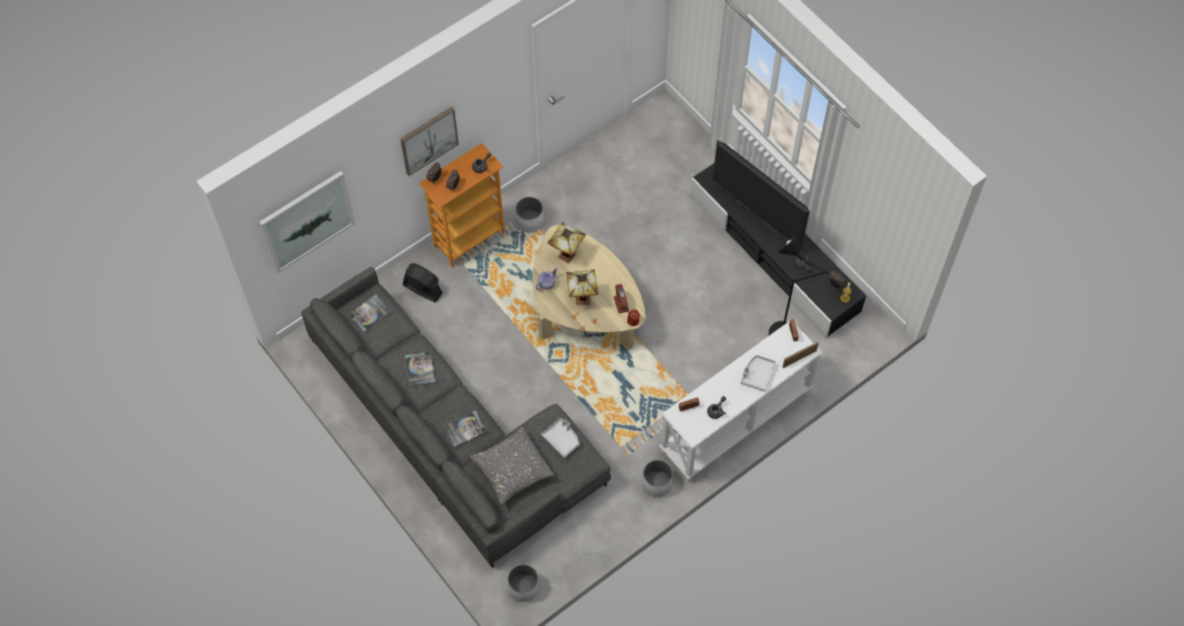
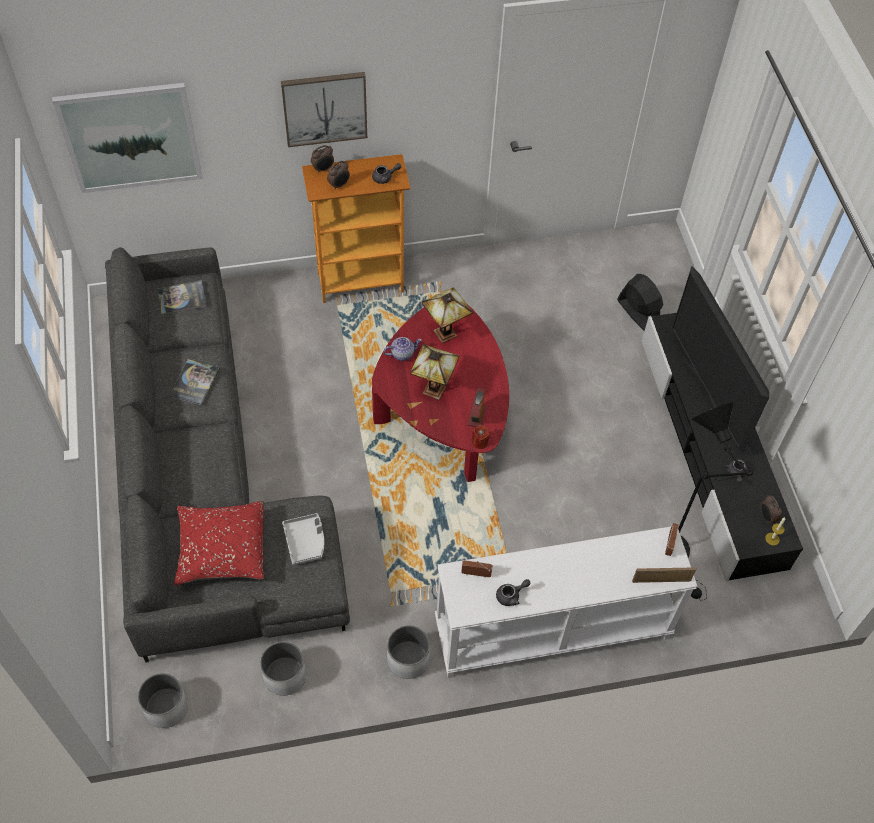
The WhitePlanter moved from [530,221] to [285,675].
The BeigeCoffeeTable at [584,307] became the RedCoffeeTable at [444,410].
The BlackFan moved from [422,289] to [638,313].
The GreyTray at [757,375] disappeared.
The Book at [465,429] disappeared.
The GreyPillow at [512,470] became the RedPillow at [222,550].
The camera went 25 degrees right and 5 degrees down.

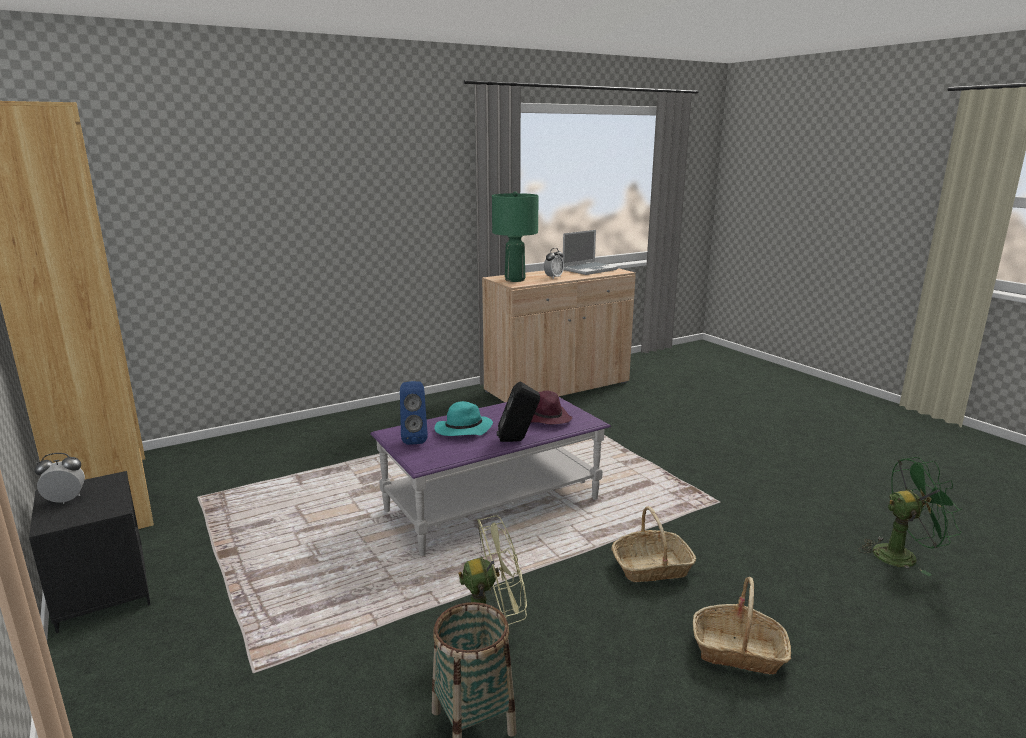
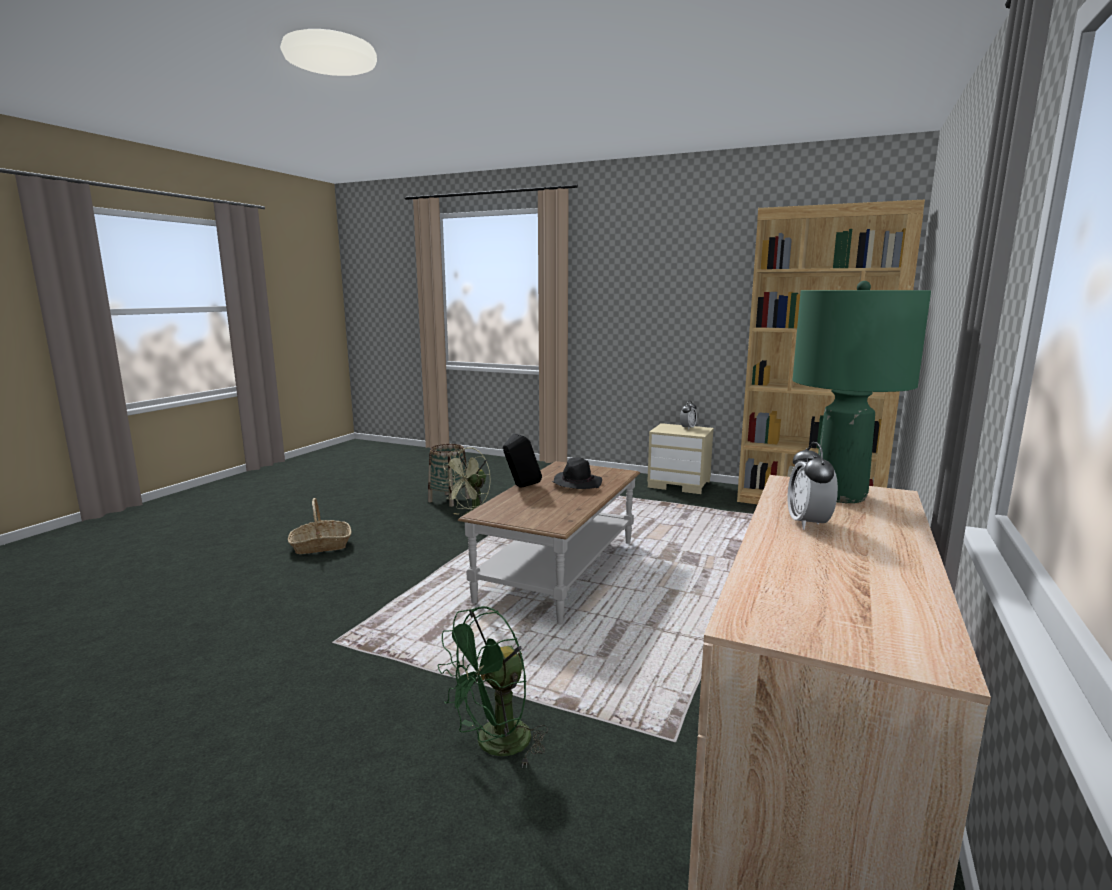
The Laptop at [589,269] disappeared.
The BlueSpeaker at [414,439] disappeared.
The PurpleHat at [545,418] disappeared.
The PurpleCoffeeTable at [493,505] became the BrownCoffeeTable at [559,570].
The TurquoiseHat at [463,430] became the BlackHat at [576,484].
The GreenFan moved from [902,555] to [494,745].
The BlackNightstand at [101,591] became the BeigeNightstand at [680,484].
The Basket at [652,567] disappeared.
The camera went 145 degrees right and 5 degrees down.

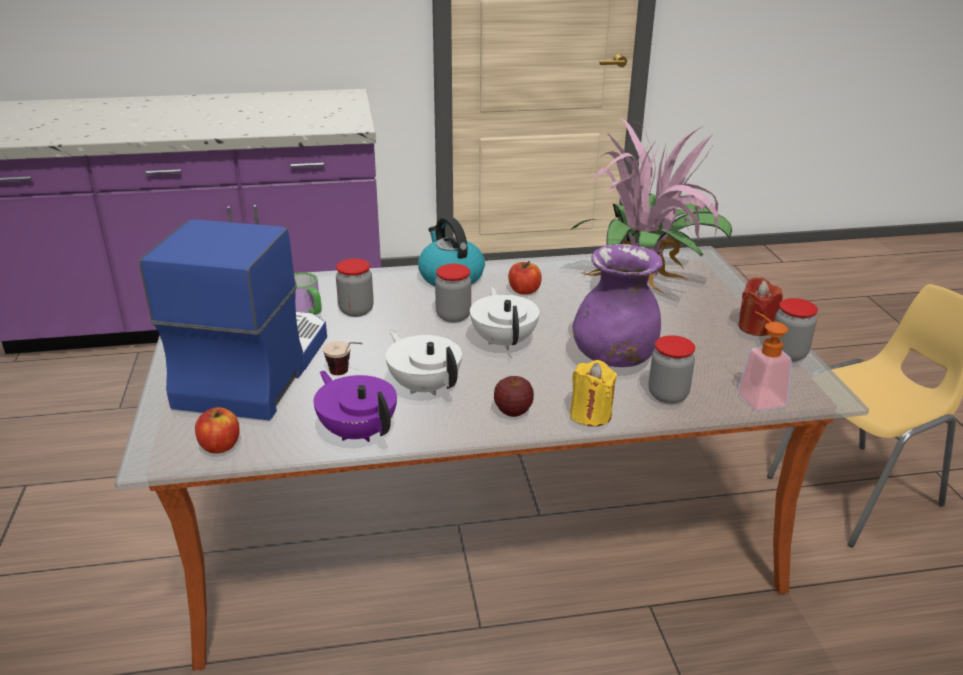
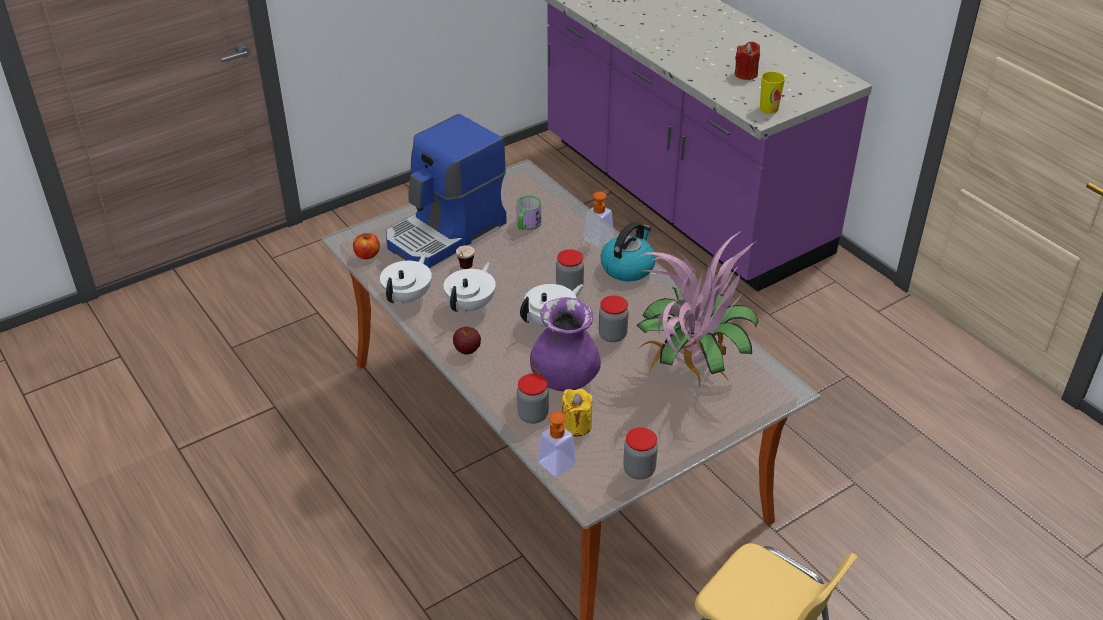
The CoffeeMachine at [253,368] turned 150 degrees clockwise.
The Jar moved from [356,310] to [612,335].
The Apple at [524,291] disappeared.
The RedCandle moved from [756,327] to [746,74].
The YellowCandle moved from [590,414] to [576,425].
The PurpleTeapot at [358,431] became the WhiteTeapot at [408,296].
The Cup at [768,109] appeared.
The SoapDispenser at [601,236] appeared.
The camera went 65 degrees right and 10 degrees up.

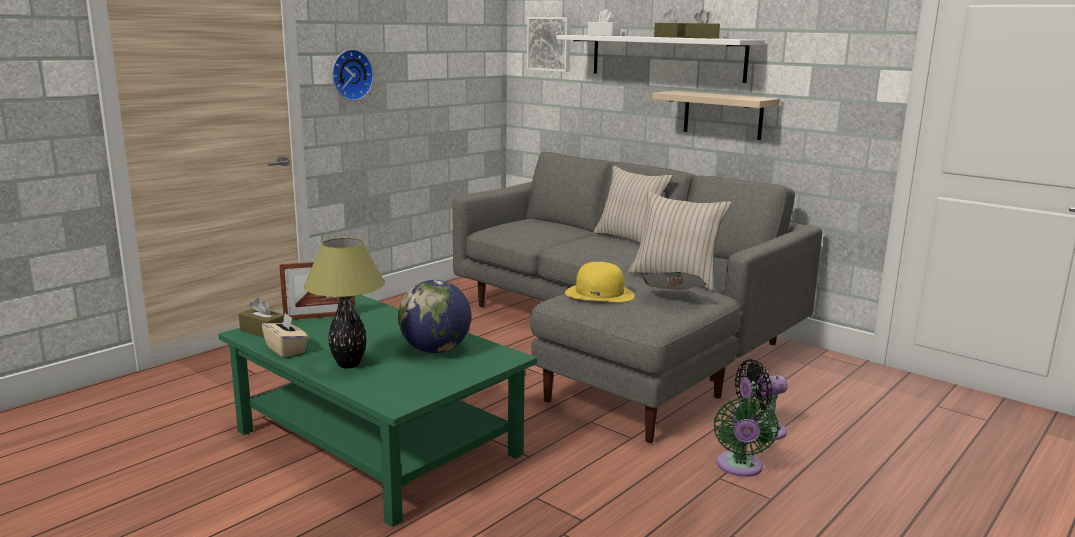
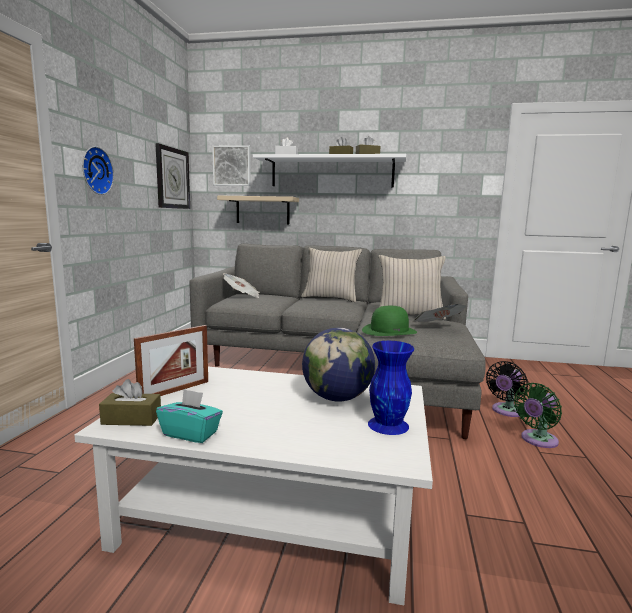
The BeigeShelf moved from [723,115] to [262,210].
The TableLamp at [348,364] disappeared.
The YellowHat at [600,294] became the GreenHat at [389,331].
The GreenCoffeeTable at [378,442] became the WhiteCoffeeTable at [273,508].
The BeigeTissueBox at [286,350] became the TurquoiseTissueBox at [191,433].
The GreenFan at [739,467] turned 75 degrees clockwise.
The WallClock at [172,178] appeared.
The Newspaper at [242,296] appeared.
The BlueVase at [388,424] appeared.
The camera went 30 degrees left and 5 degrees down.

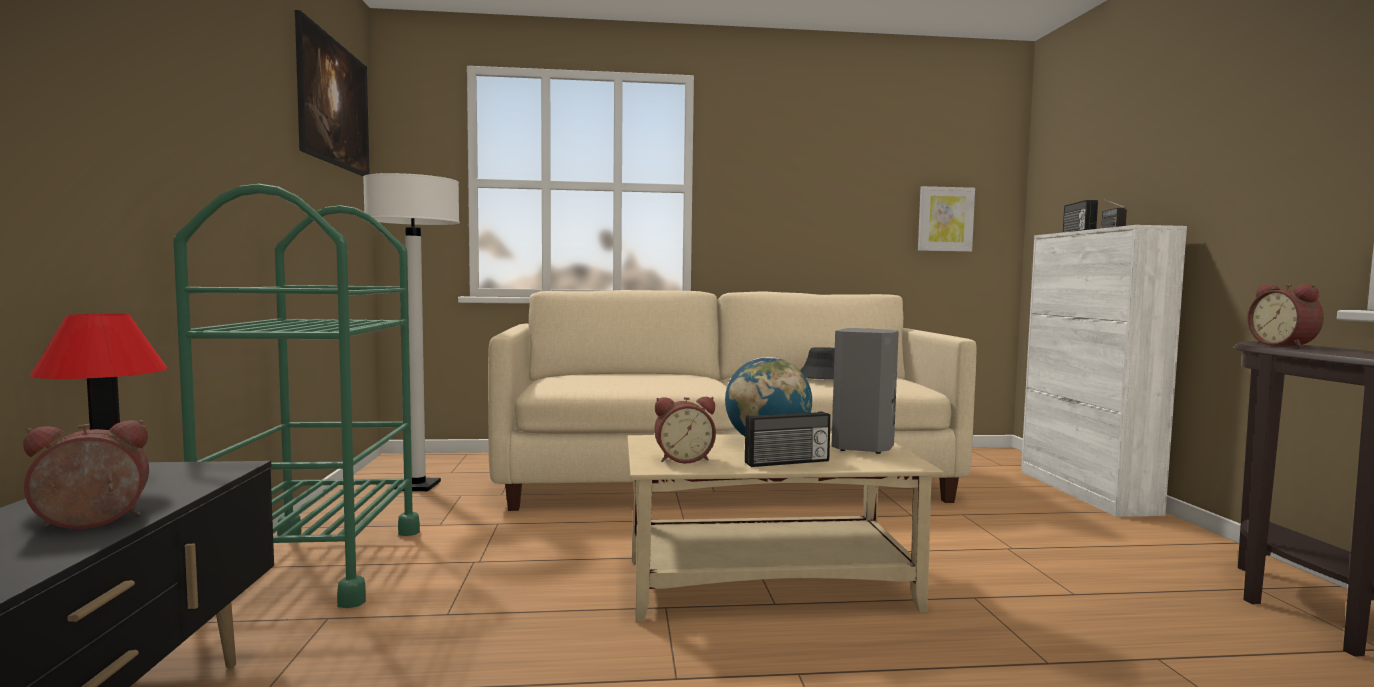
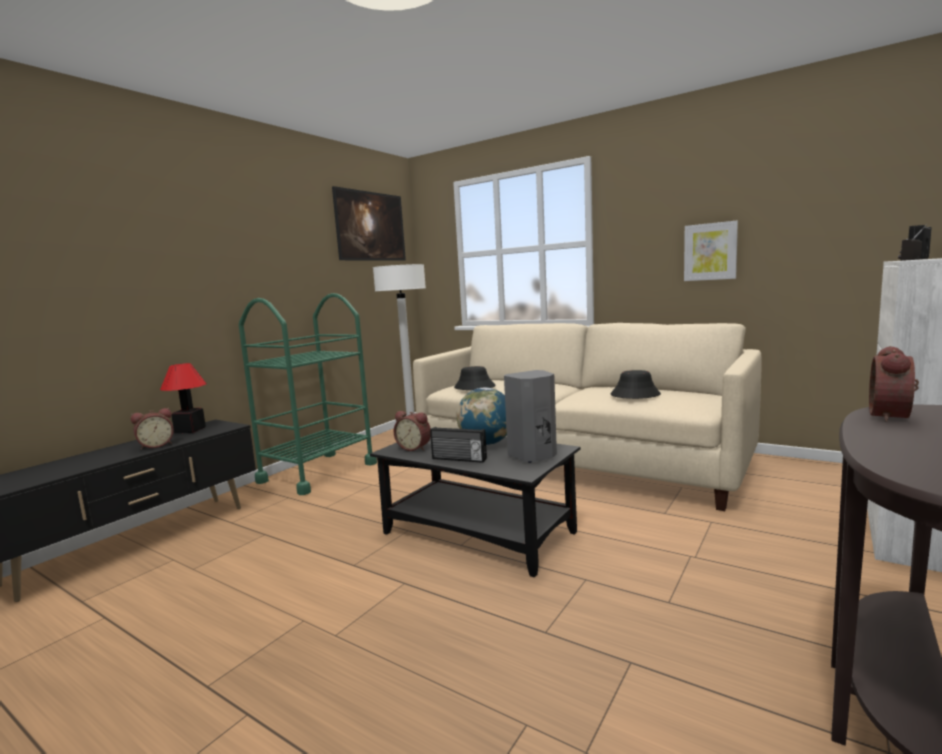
The Picture moved from [945,219] to [710,251].
The AlarmClock at [91,524] turned 135 degrees clockwise.
The BeigeCoffeeTable at [770,583] became the BlackCoffeeTable at [480,533].
The BlackHat at [474,387] appeared.
The camera went 40 degrees right and 5 degrees up.

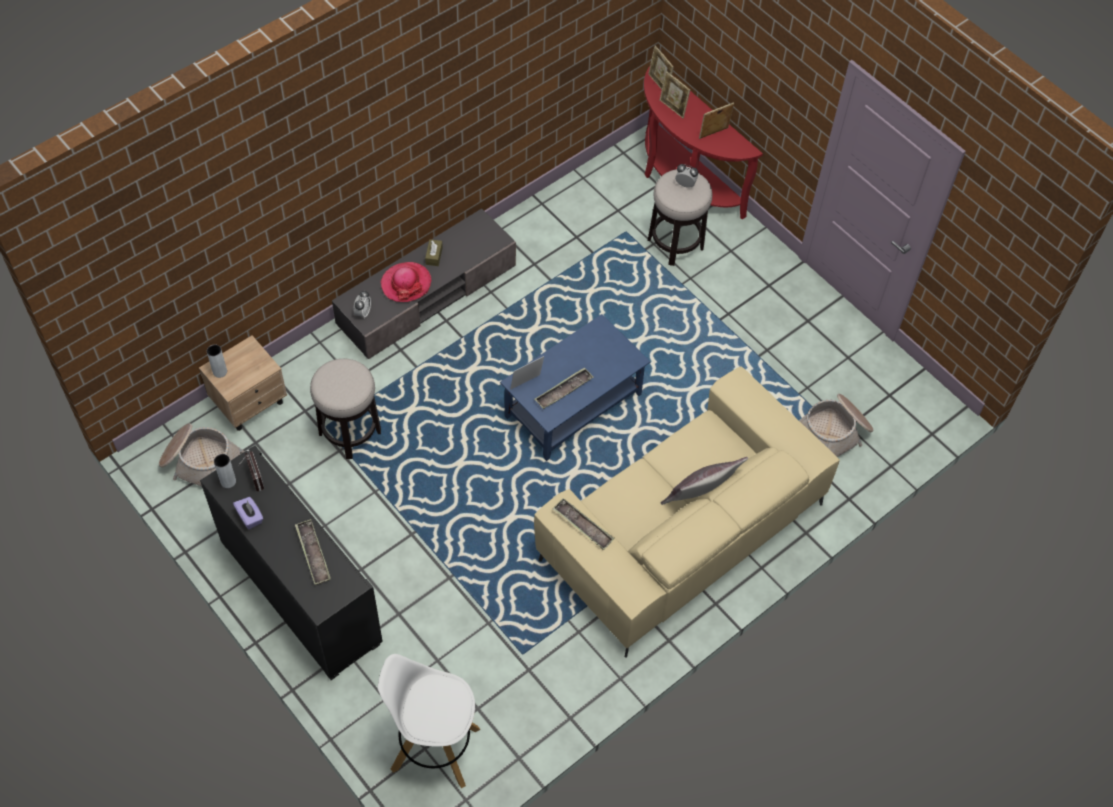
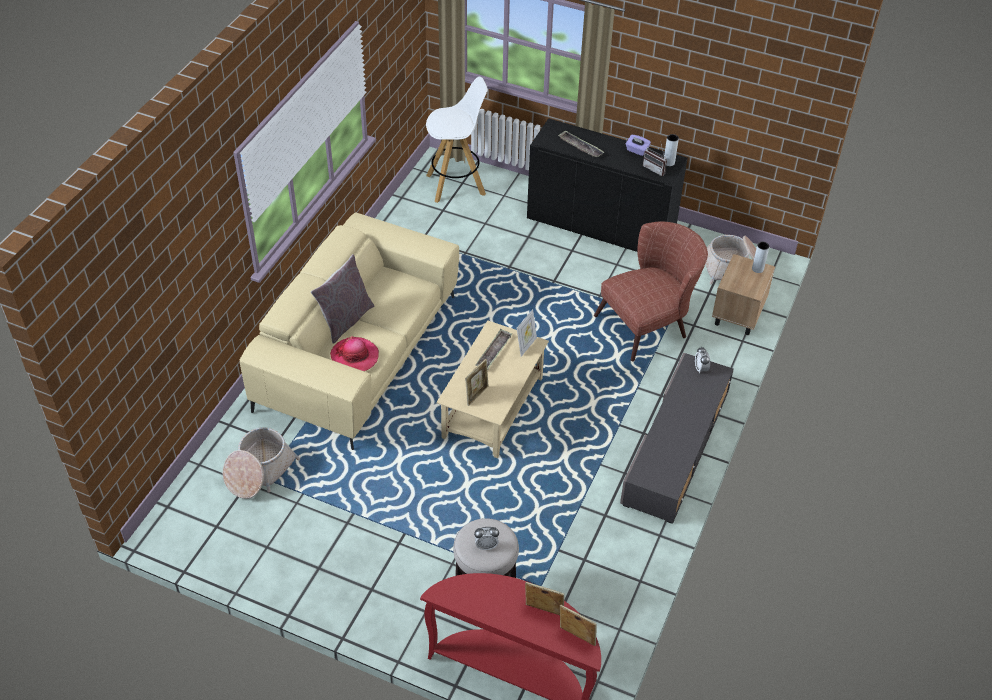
The PictureFrame moved from [713,134] to [477,395].
The BrownTissueBox at [434,256] disappeared.
The Hat moved from [406,283] to [355,356].
The BlueCoffeeTable at [572,406] became the BeigeCoffeeTable at [493,407].
The Stool at [350,432] was replaced by the BrownArmchair at [649,324].
The Tray at [583,526] disappeared.
The camera went 155 degrees right and 10 degrees down.

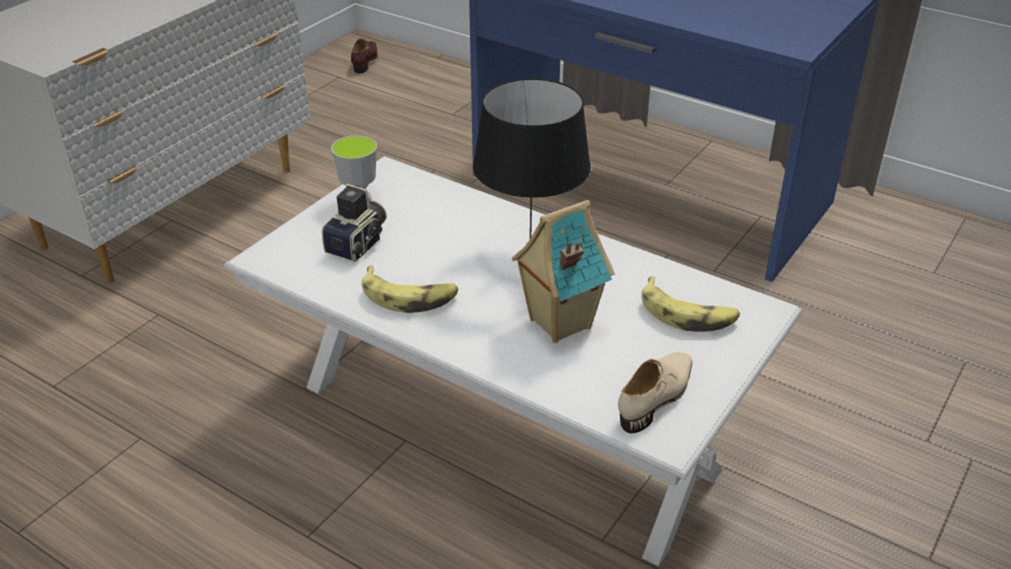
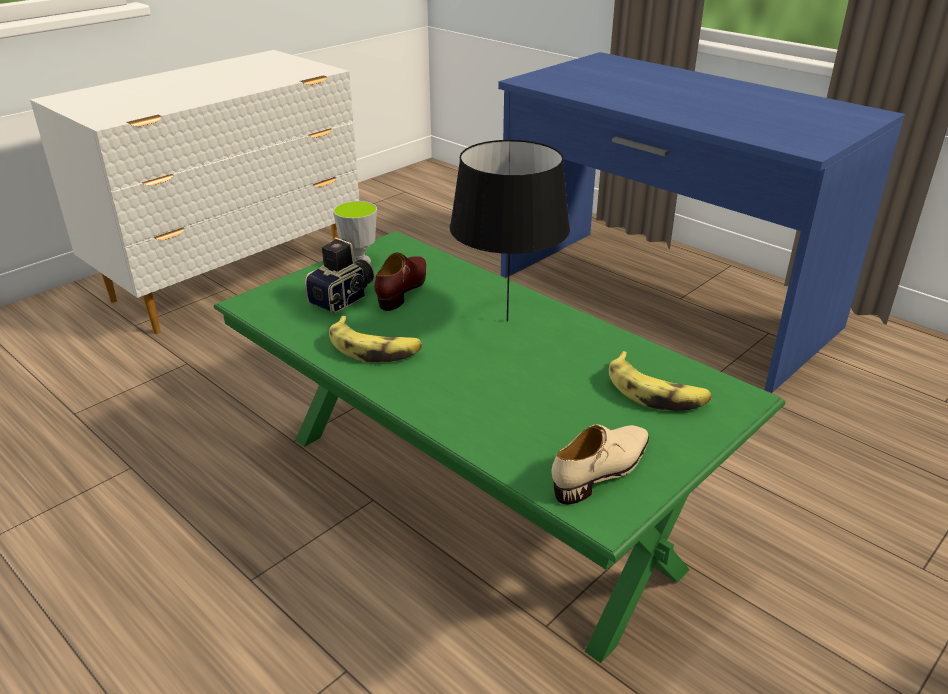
The BrownShoe moved from [365,60] to [404,288].
The WhiteCoffeeTable at [504,427] became the GreenCoffeeTable at [472,499].
The ToyHouse at [558,324] disappeared.
The camera went 10 degrees right and 5 degrees down.

